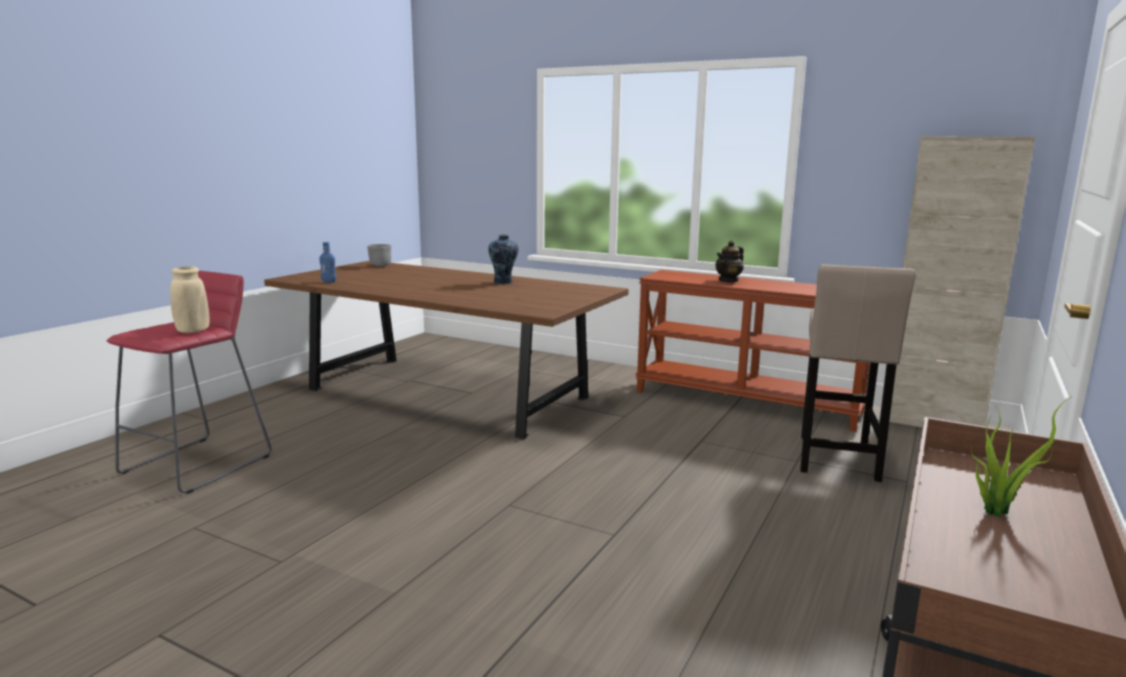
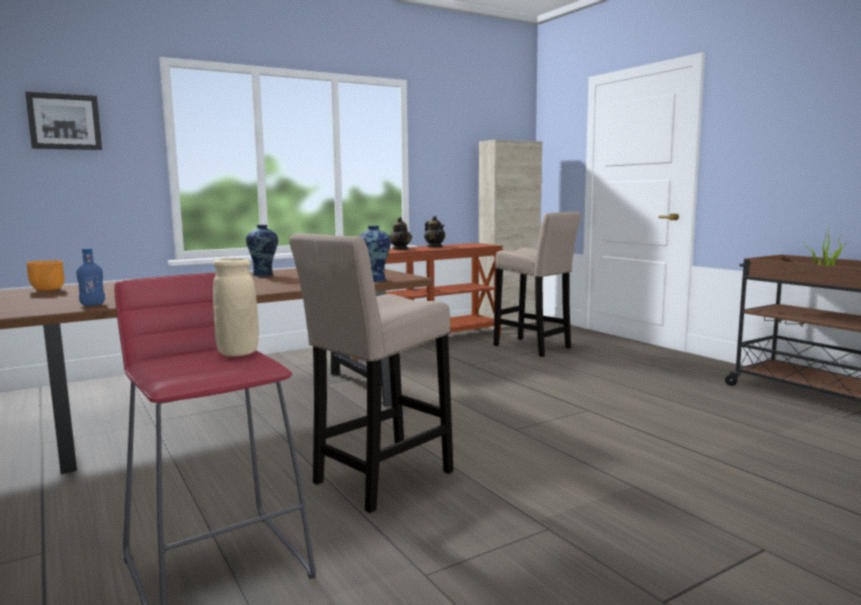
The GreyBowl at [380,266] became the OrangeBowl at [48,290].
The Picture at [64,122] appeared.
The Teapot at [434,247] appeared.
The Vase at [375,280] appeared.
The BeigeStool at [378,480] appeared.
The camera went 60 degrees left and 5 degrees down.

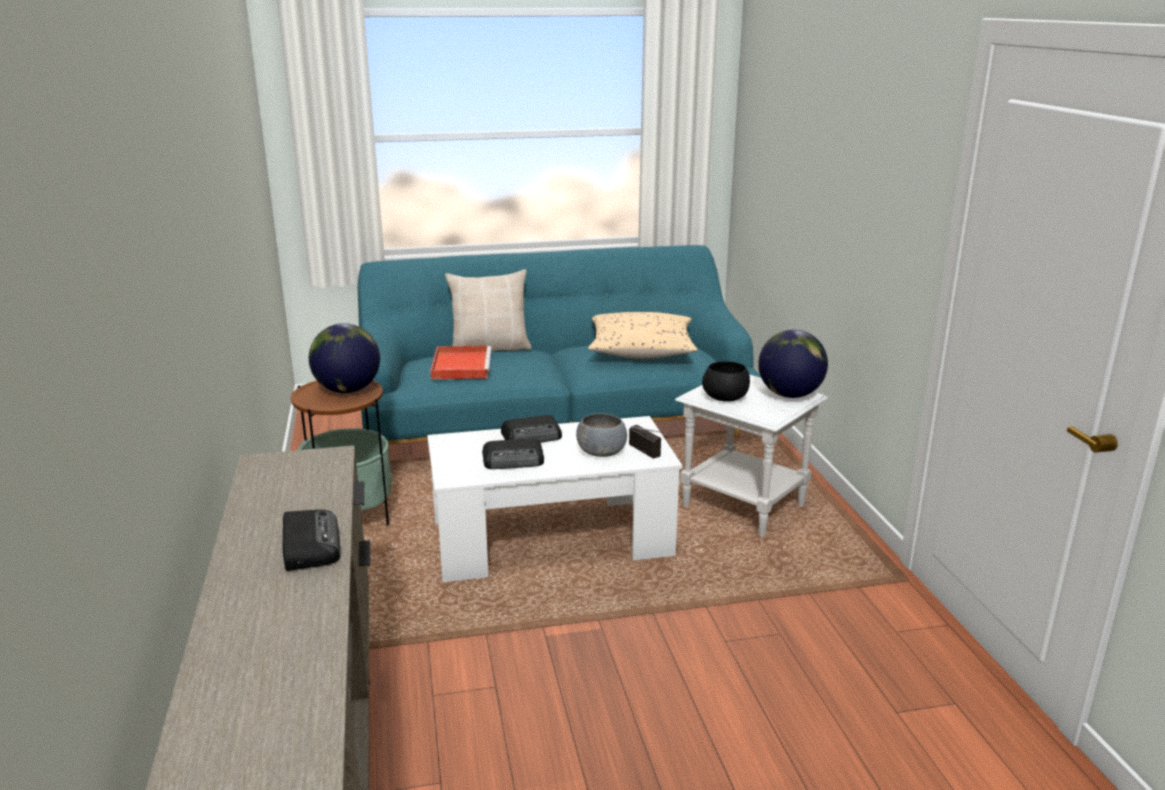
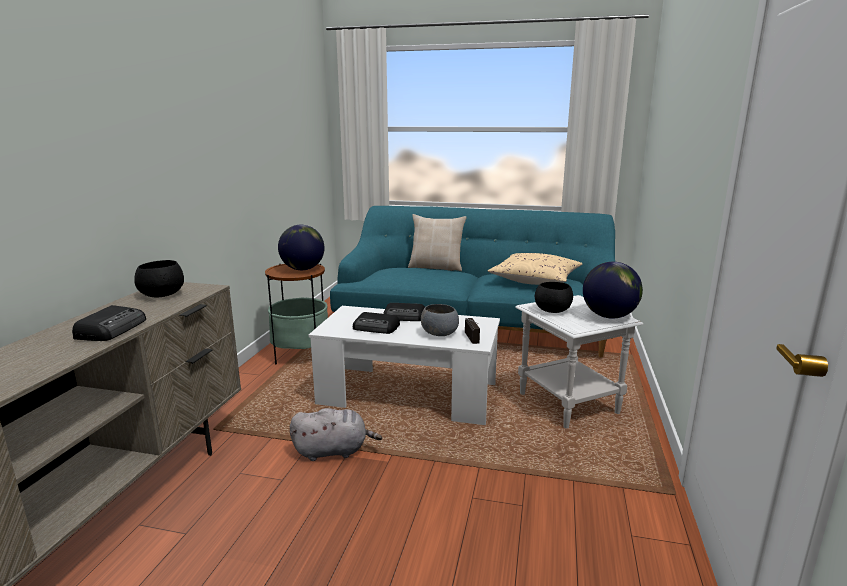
The RedTray at [461,365] disappeared.
The BlackBowl at [161,295] appeared.
The GreyPlushToy at [333,451] appeared.
The camera went 25 degrees right and 5 degrees down.

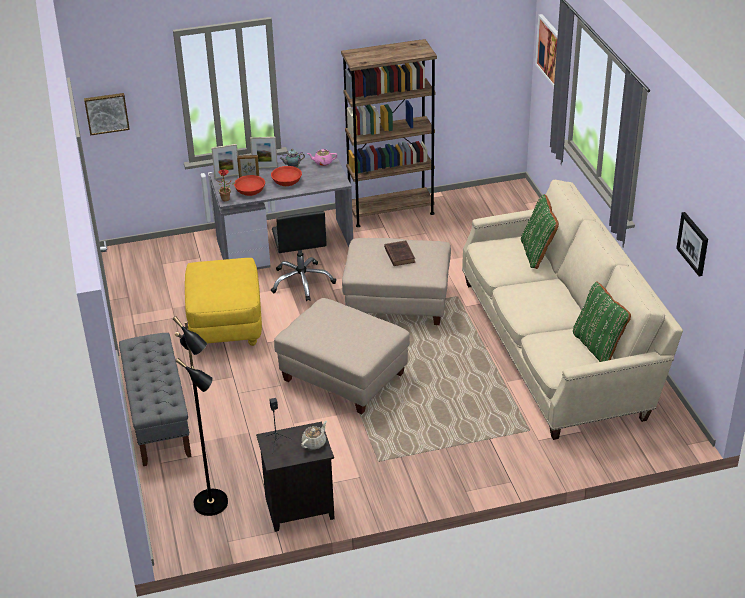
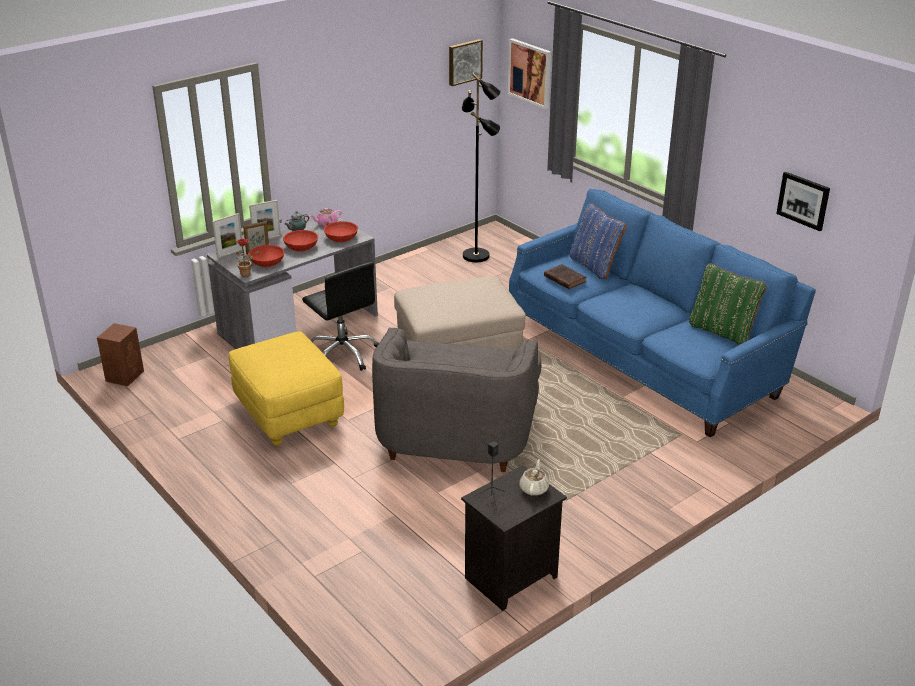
The BrownBookcase at [391,211] disappeared.
The Picture moved from [106,113] to [464,62].
The BeigeSofa at [557,347] became the BlueSofa at [644,354].
The GreenPillow at [537,253] became the BluePillow at [595,266].
The BrownBook moved from [399,255] to [564,279].
The BeigeOttoman at [343,378] was replaced by the GreyArmchair at [457,434].
The BlackFloorLamp moved from [212,503] to [476,256].
The GreyBench at [158,418] disappeared.
The RedBowl at [341,237] appeared.
The BrownSpeaker at [125,375] appeared.
The camera went 25 degrees left and 5 degrees down.

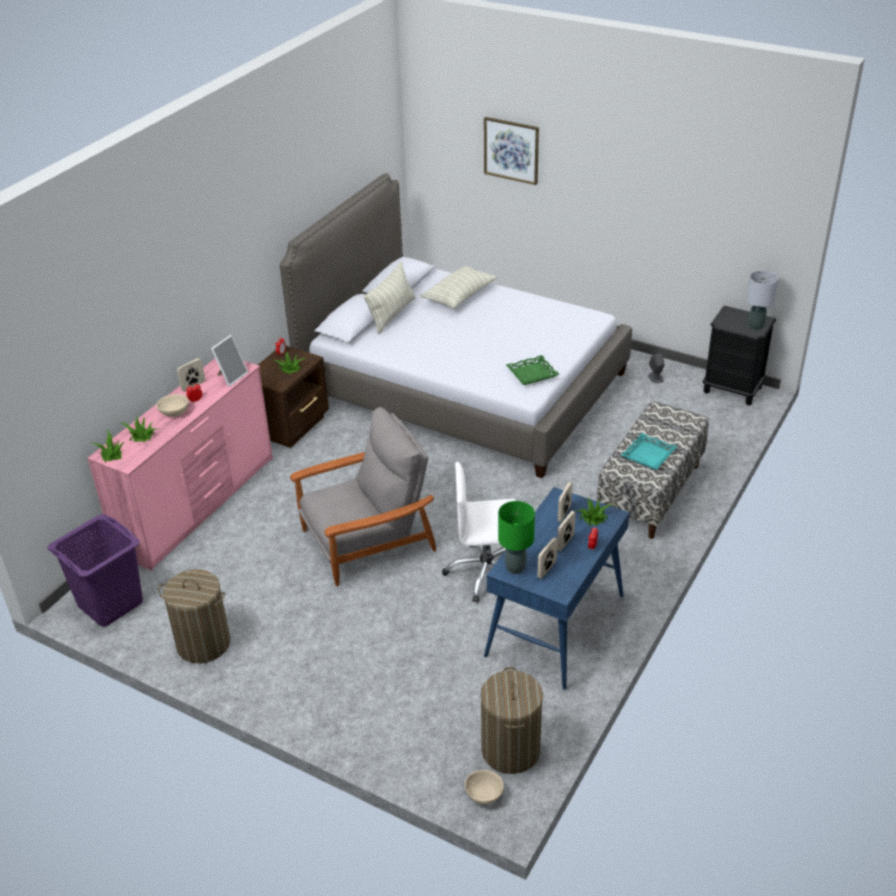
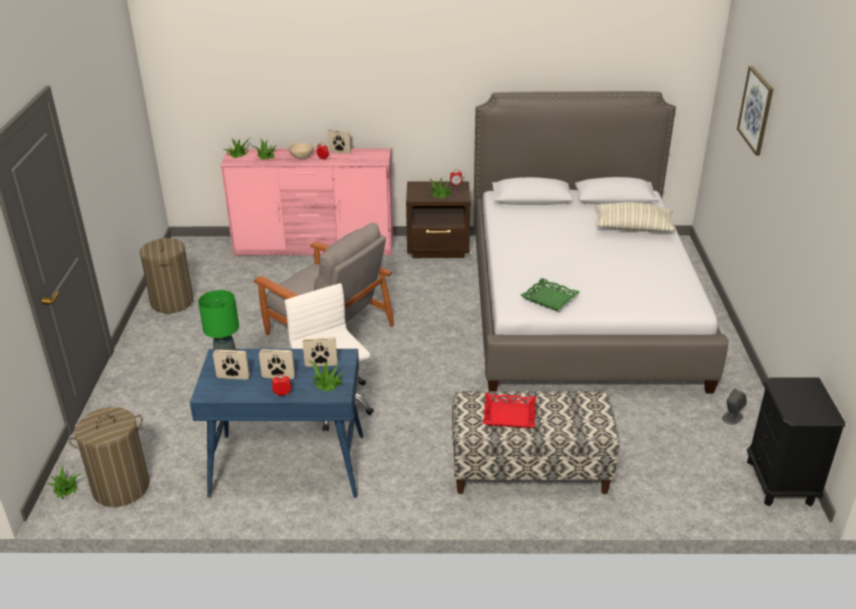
The Pillow at [392,314] disappeared.
The GreyTableLamp at [756,326] disappeared.
The PictureFrame at [231,376] disappeared.
The TurquoiseTray at [649,455] became the RedTray at [509,415].
The PurpleLaundryBasket at [110,603] disappeared.
The BeigeBowl at [484,795] was replaced by the PottedPlant at [65,489].
The camera went 60 degrees right and 5 degrees down.

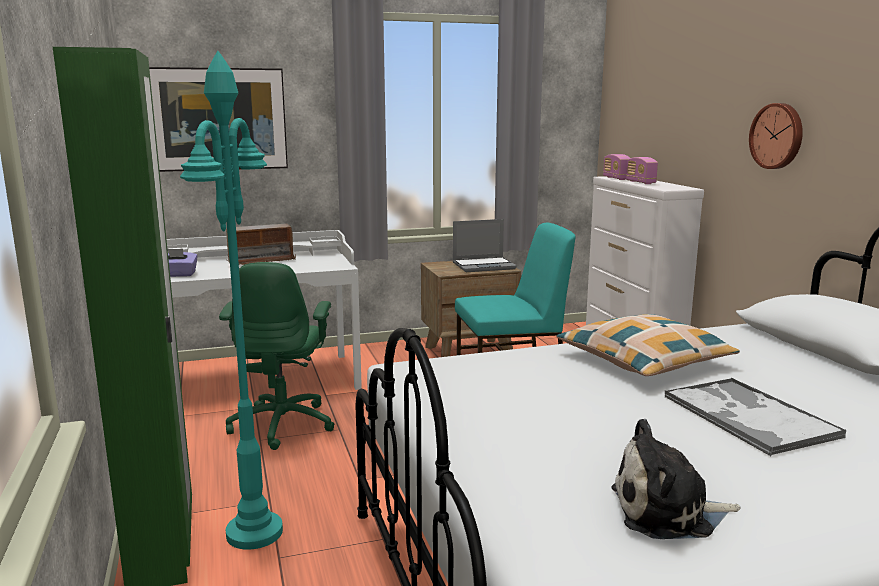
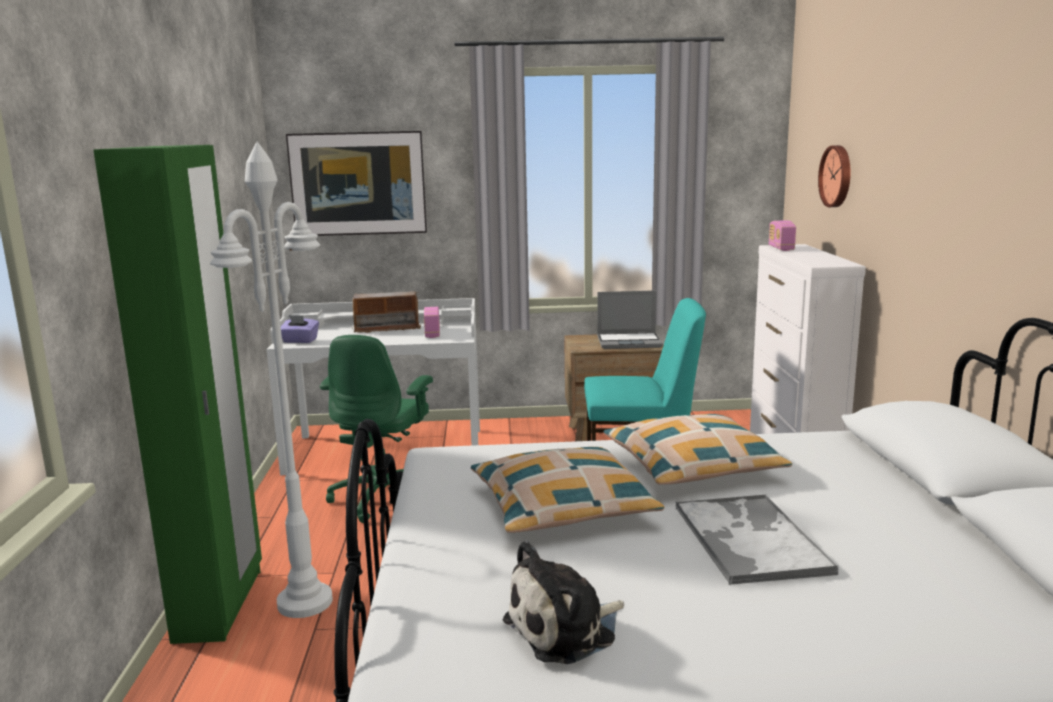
The TurquoiseFloorLamp at [254,532] became the WhiteFloorLamp at [305,602].
The WallClock moved from [778,136] to [837,176].
The Radio moved from [640,182] to [432,334].
The PlushToy at [668,512] turned 45 degrees counterclockwise.
The Pillow at [562,506] appeared.
The camera went 15 degrees right and 0 degrees up.

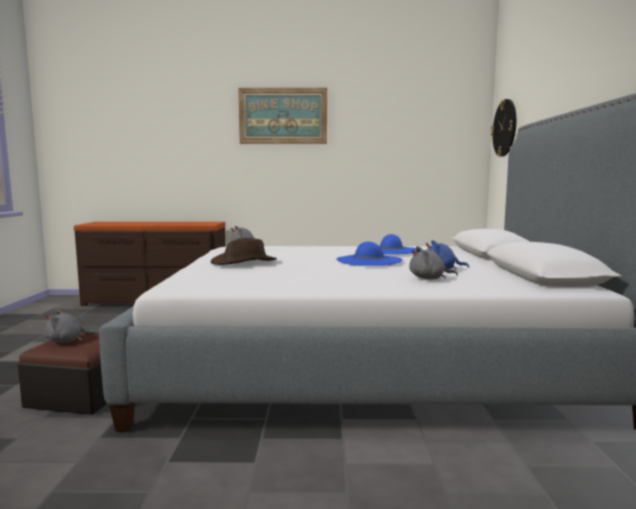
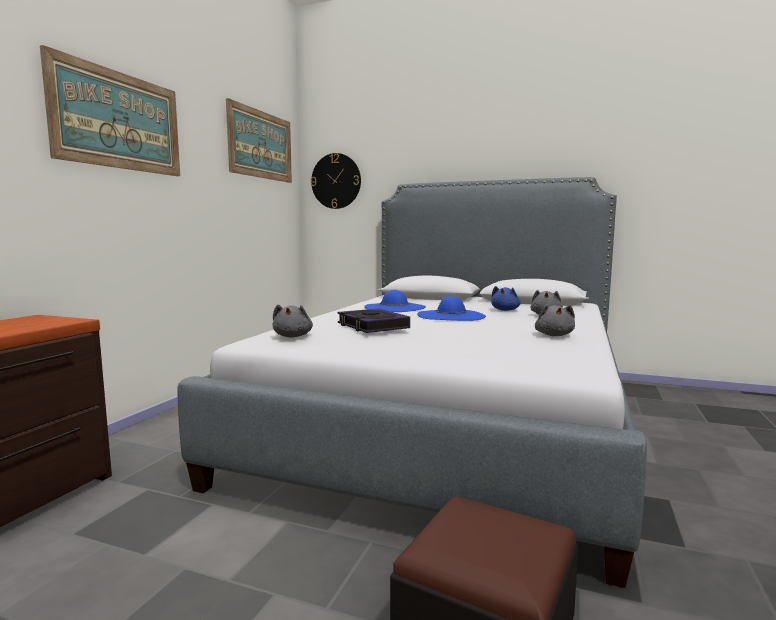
The BrownHat at [244,262] disappeared.
The GreyPlushToy moved from [67,341] to [554,335].
The Picture at [261,145] appeared.
The Book at [372,326] appeared.
The camera went 70 degrees left and 0 degrees up.

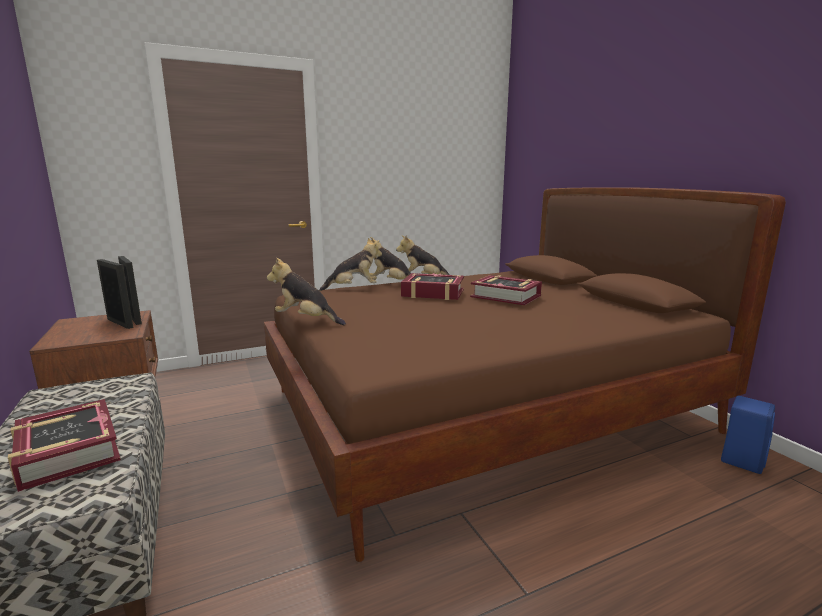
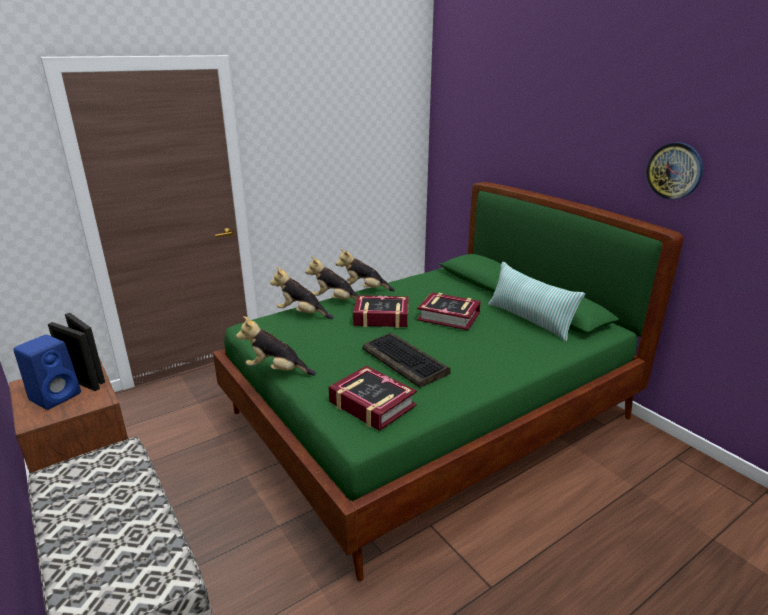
The BrownBed at [483,412] became the GreenBed at [430,417].
The PlushToy at [353,288] turned 135 degrees counterclockwise.
The BlueSpeaker moved from [742,459] to [56,396].
The Book moved from [67,452] to [371,404].
The WallClock at [674,171] appeared.
The Pillow at [529,320] appeared.
The Keyboard at [406,361] appeared.
The camera went 10 degrees left and 10 degrees up.

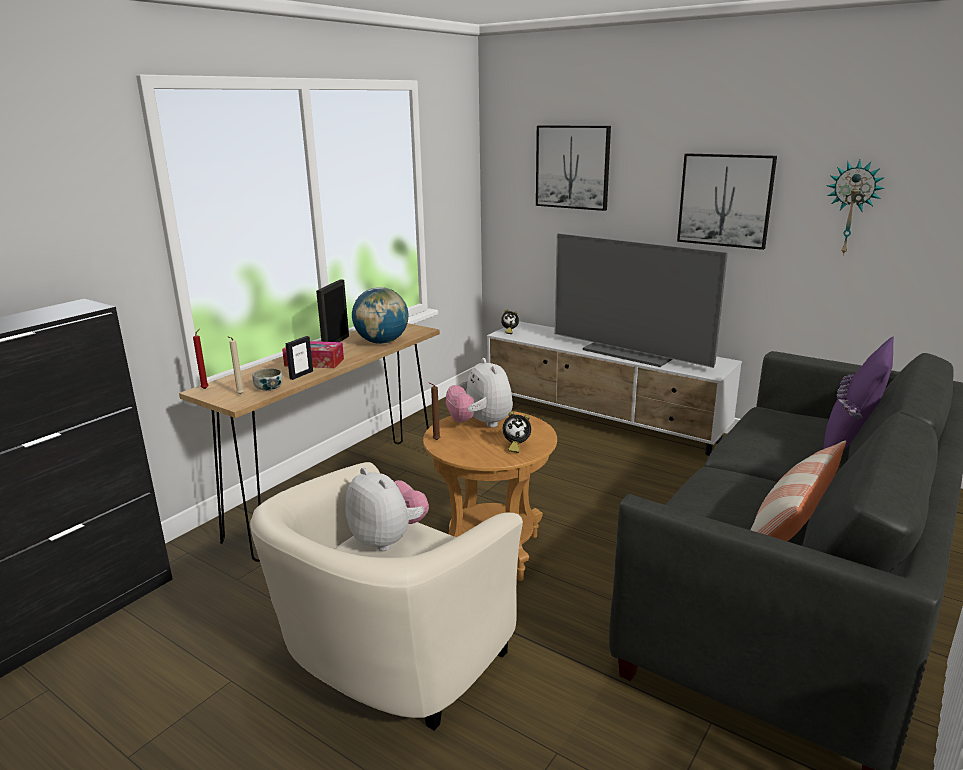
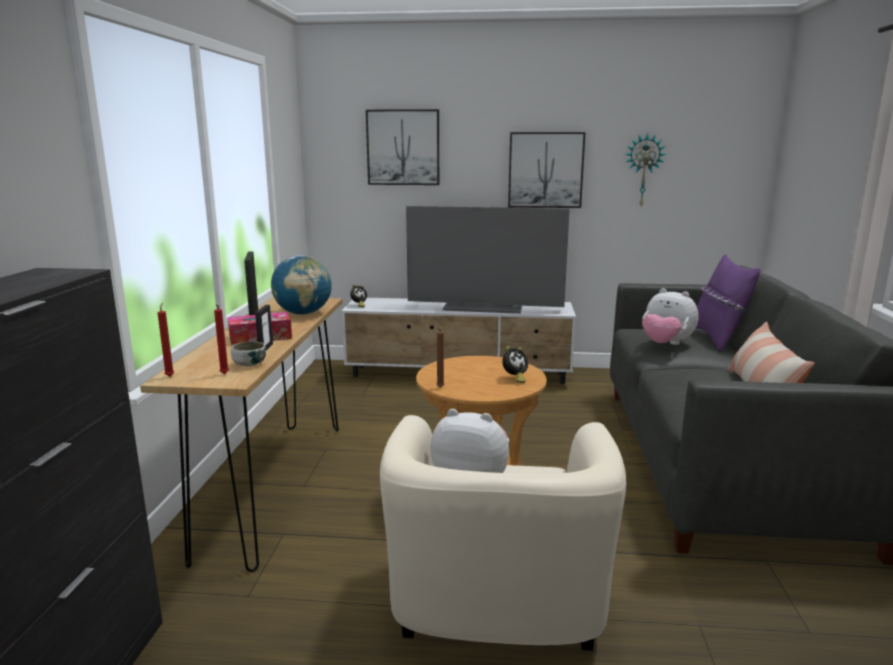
The BeigeCandle at [239,395] became the RedCandle at [224,374].
The PlushToy moved from [480,424] to [666,344].
The camera went 30 degrees left and 5 degrees down.

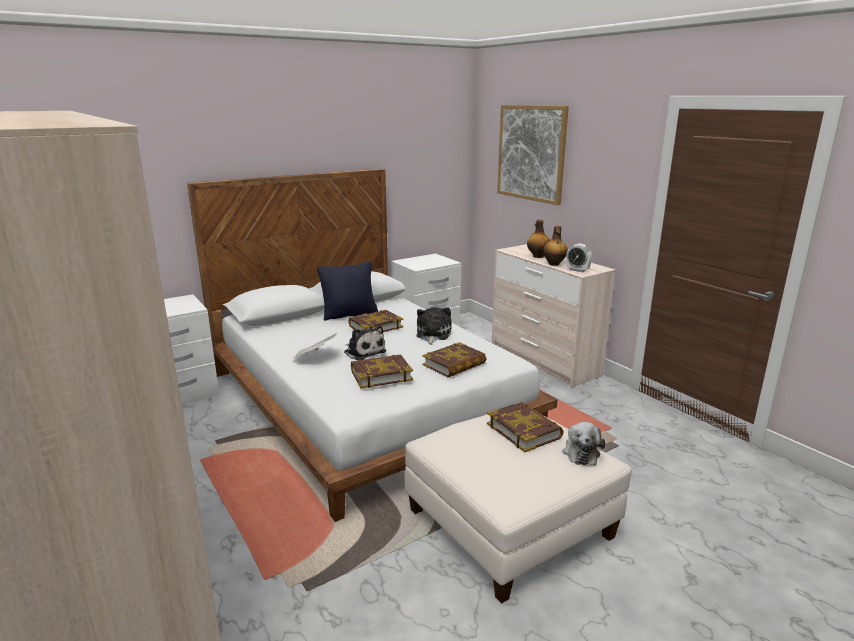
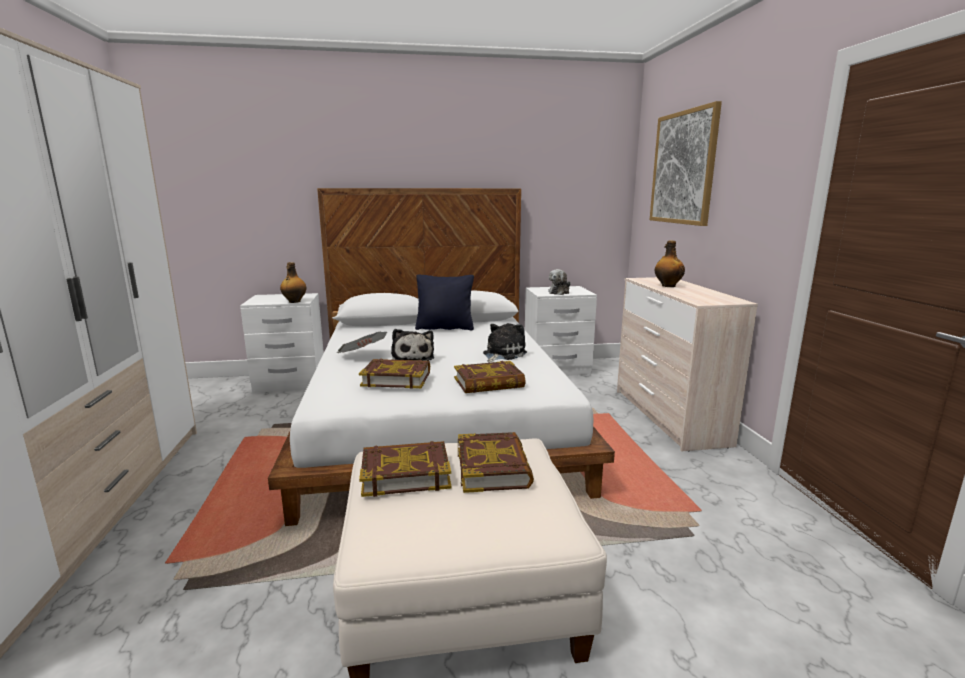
The Bottle moved from [554,264] to [294,301].
The AlarmClock at [577,270] disappeared.
The Book moved from [375,326] to [405,474].
The PlushToy moved from [580,452] to [559,292].
The camera went 25 degrees right and 5 degrees down.

